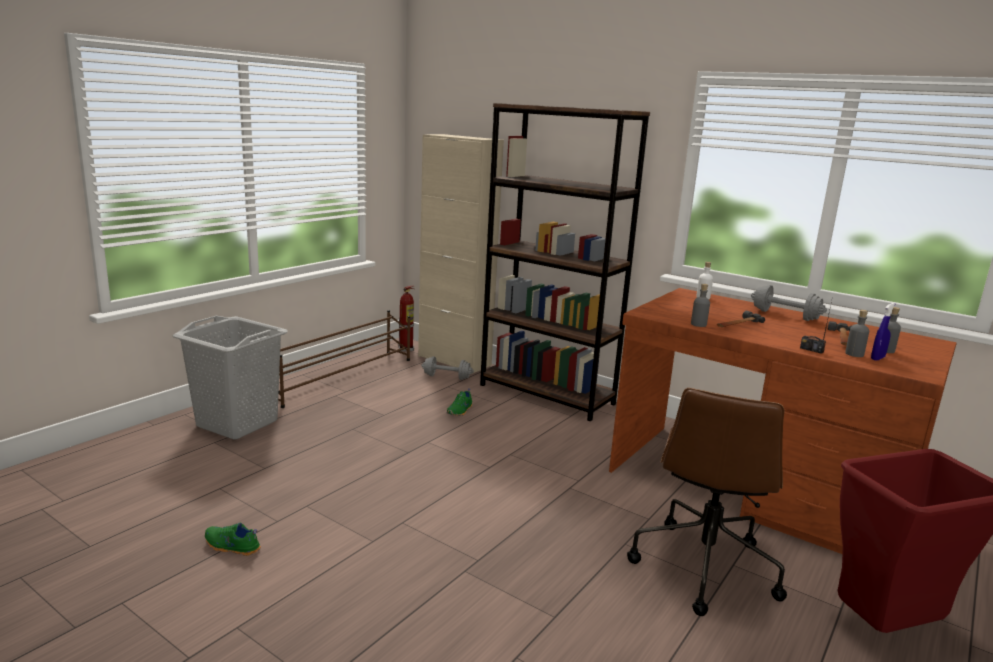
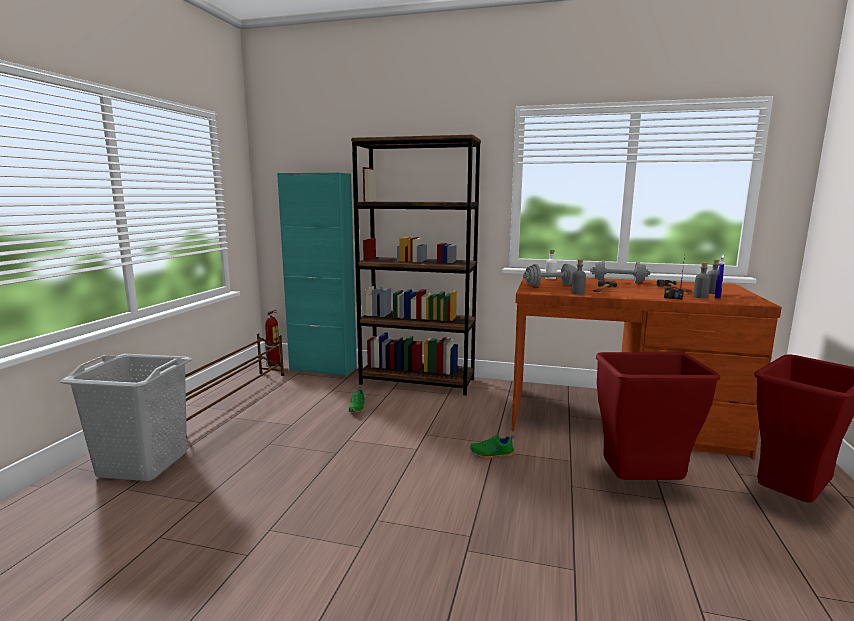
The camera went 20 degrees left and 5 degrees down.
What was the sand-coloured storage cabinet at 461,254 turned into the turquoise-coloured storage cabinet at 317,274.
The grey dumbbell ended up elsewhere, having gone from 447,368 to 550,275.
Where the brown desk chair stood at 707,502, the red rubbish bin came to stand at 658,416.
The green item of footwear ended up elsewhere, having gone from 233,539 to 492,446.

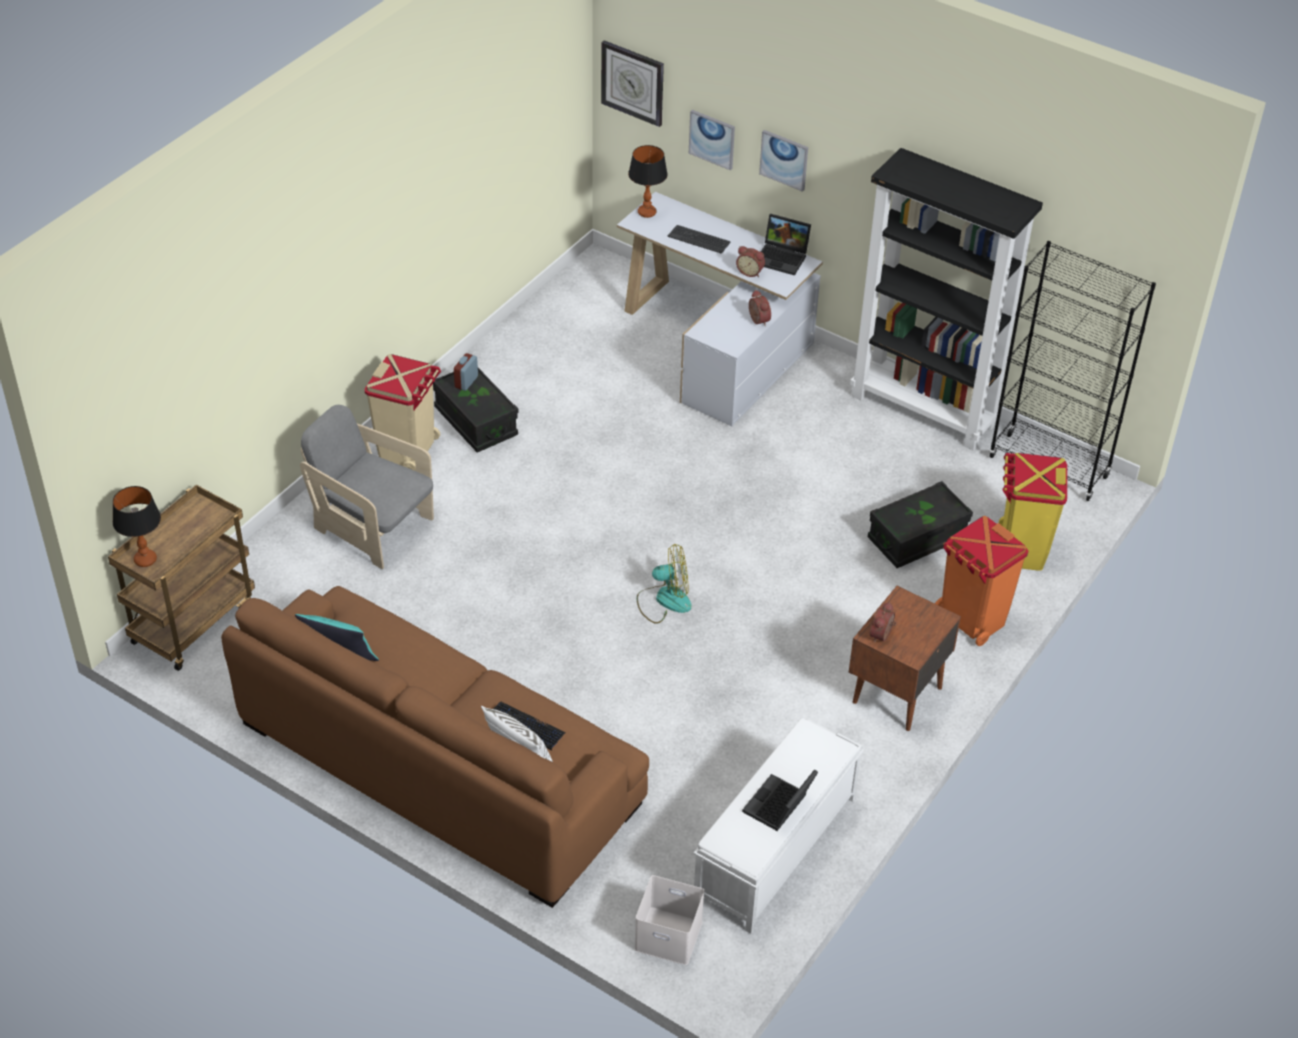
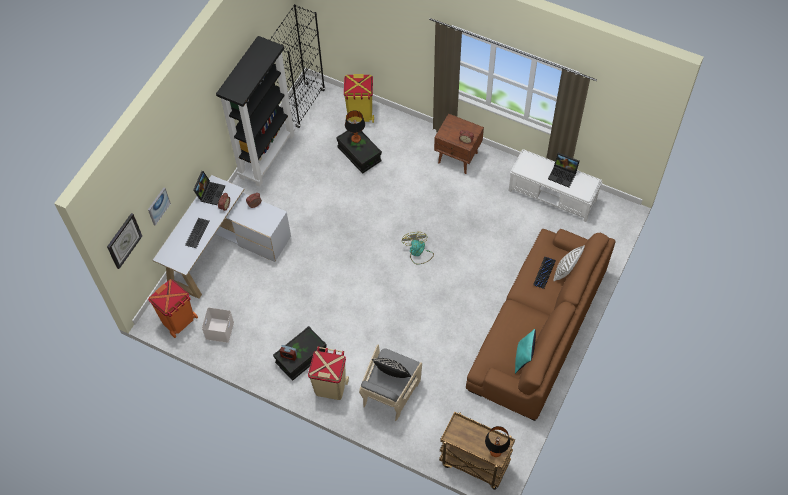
The camera went 95 degrees left and 15 degrees up.
The second view lost the picture at 783,161.
The lamp for a table ended up elsewhere, having gone from 648,181 to 355,126.
The orange-coloured rubbish bin ended up elsewhere, having gone from 981,581 to 173,308.
The white storage bin ended up elsewhere, having gone from 669,920 to 218,325.
The second view gained the blackish throw pillow at 391,368.

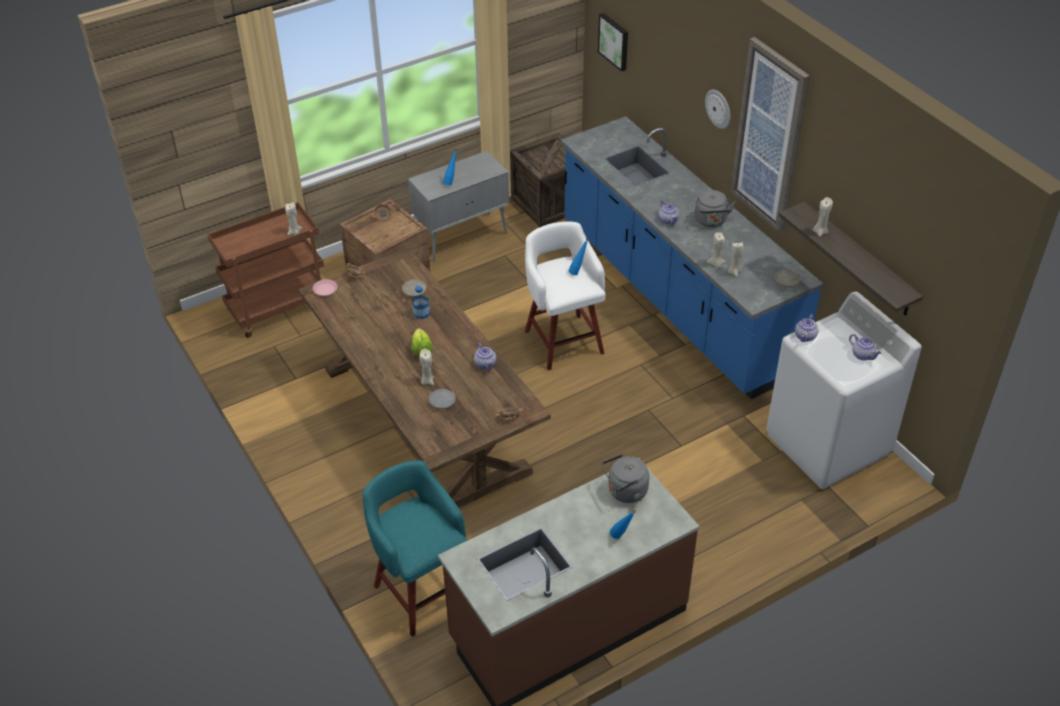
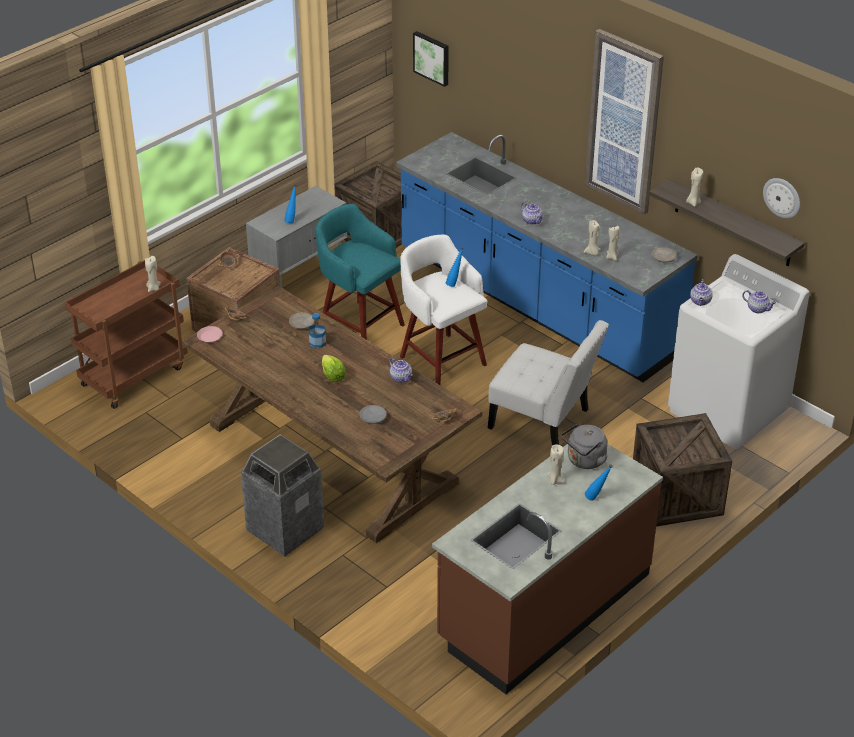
The camera went 15 degrees left and 5 degrees down.
The clock on the wall ended up elsewhere, having gone from 717,109 to 781,198.
The second view lost the grey water kettle at 715,208.
The sand-coloured wax light ended up elsewhere, having gone from 426,367 to 556,464.
The turquoise-coloured stool ended up elsewhere, having gone from 415,548 to 360,272.
The second view gained the white plain chair at 548,383.
The second view gained the packing crate at 682,469.
The second view gained the rubbish bin at 282,495.

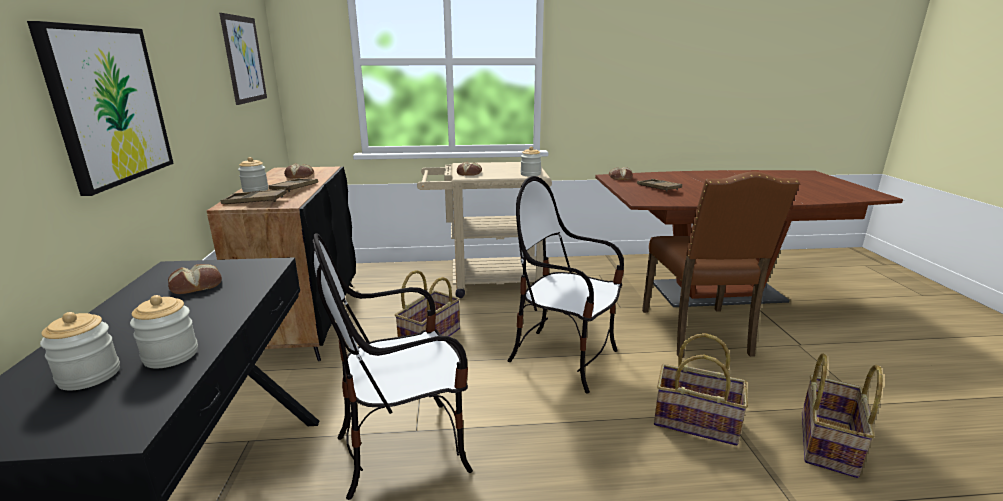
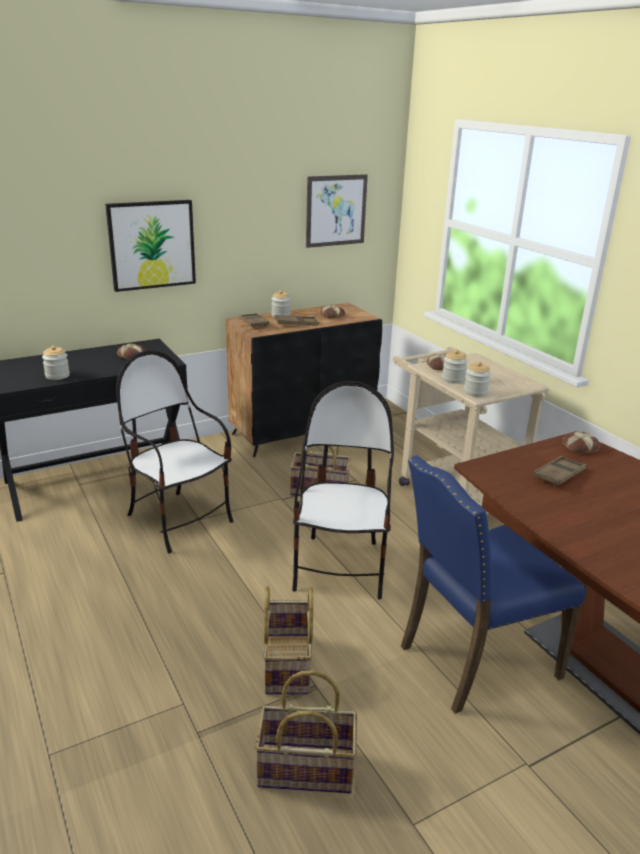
The camera went 65 degrees right and 5 degrees up.
What was the brown plain chair at 721,264 turned into the blue plain chair at 493,584.
The jar ended up elsewhere, having gone from 80,351 to 455,367.

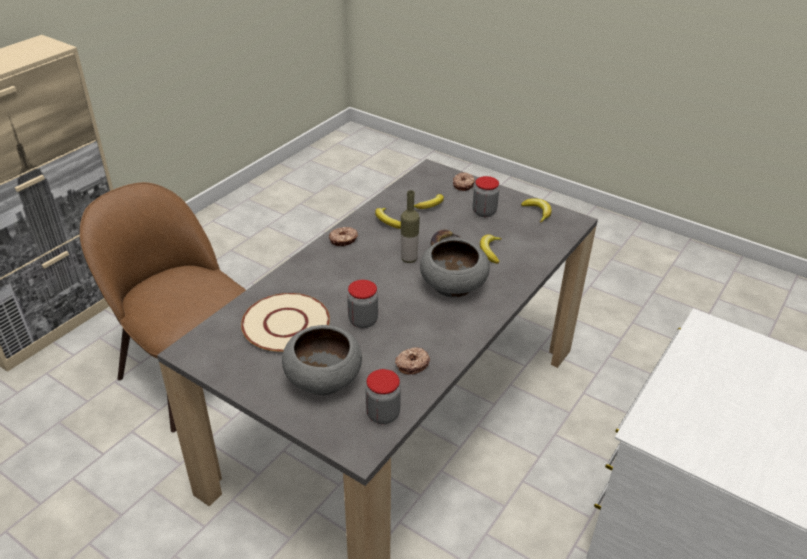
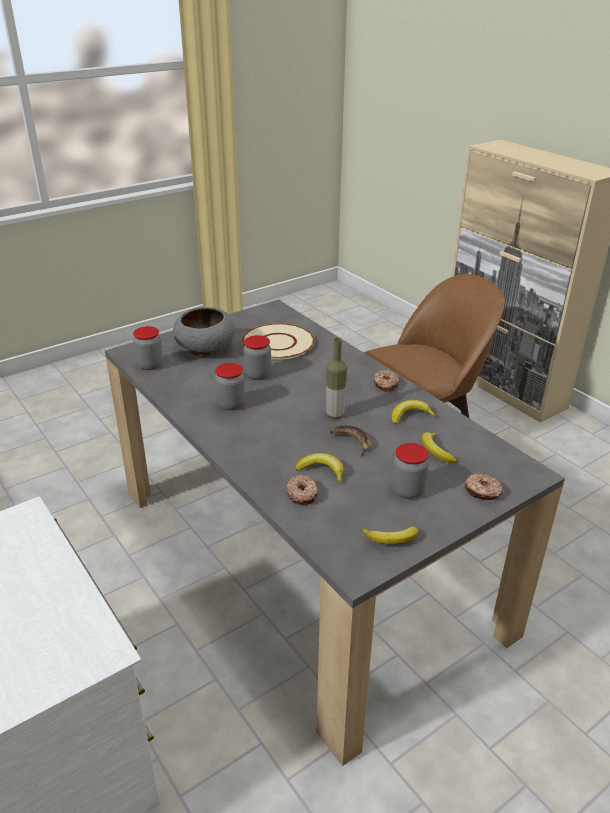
The camera went 110 degrees right and 5 degrees down.
The second view lost the grey deep dish at 455,268.
The donut ended up elsewhere, having gone from 412,361 to 302,490.
The second view gained the jar at 230,386.

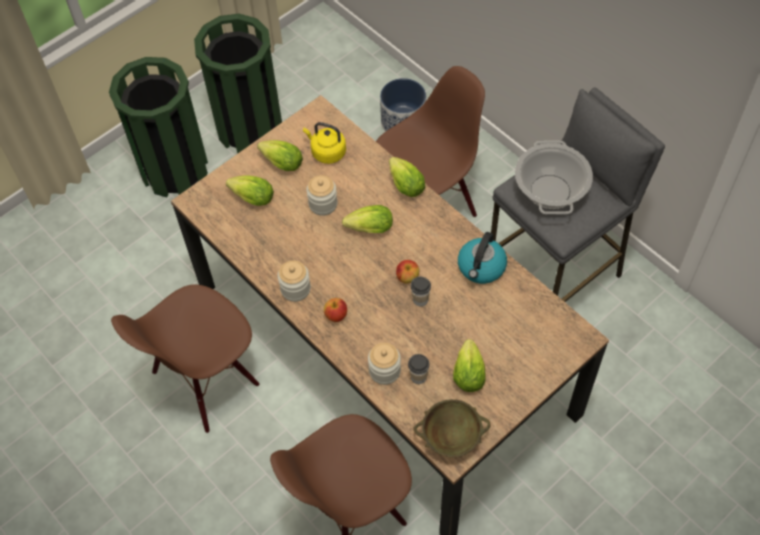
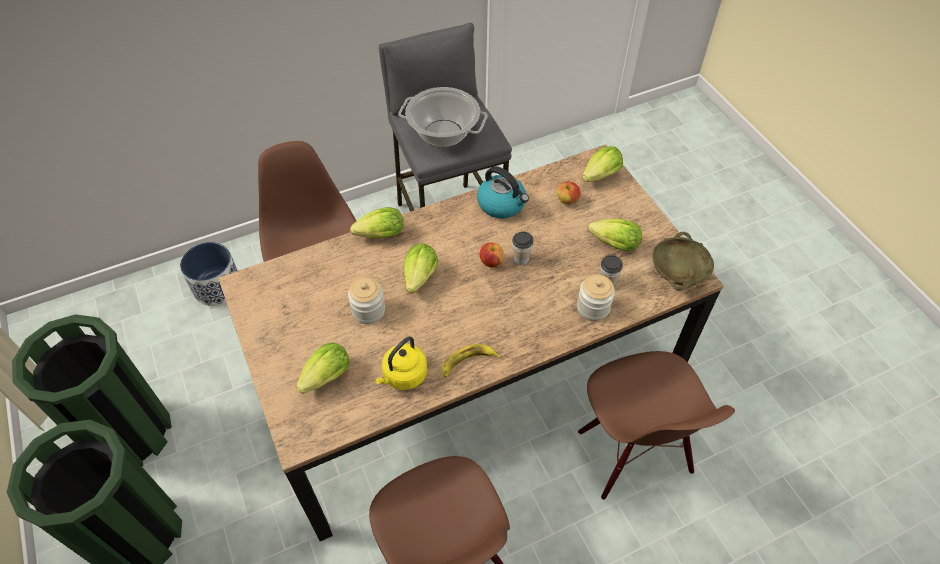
The camera went 75 degrees left and 5 degrees down.
The yellowish water kettle ended up elsewhere, having gone from 324,143 to 401,363.
The lettuce head ended up elsewhere, having gone from 280,155 to 602,164.
Where the jar stood at 294,281, the banana came to stand at 471,360.
The apple fruit ended up elsewhere, having gone from 335,310 to 568,193.

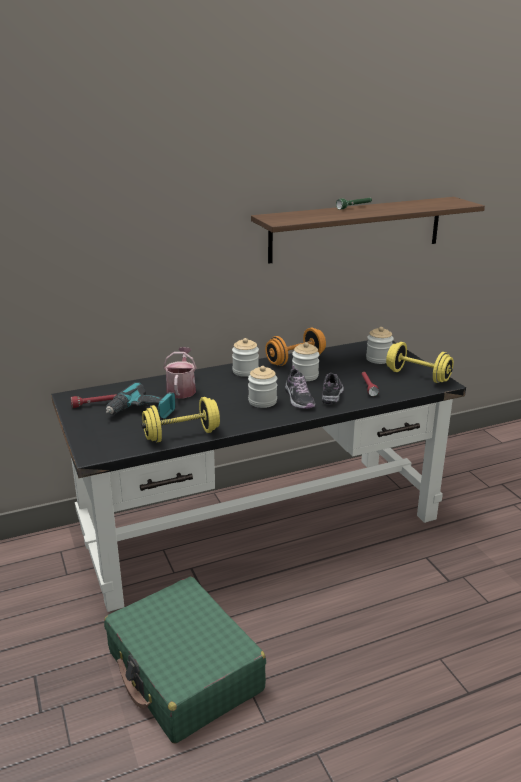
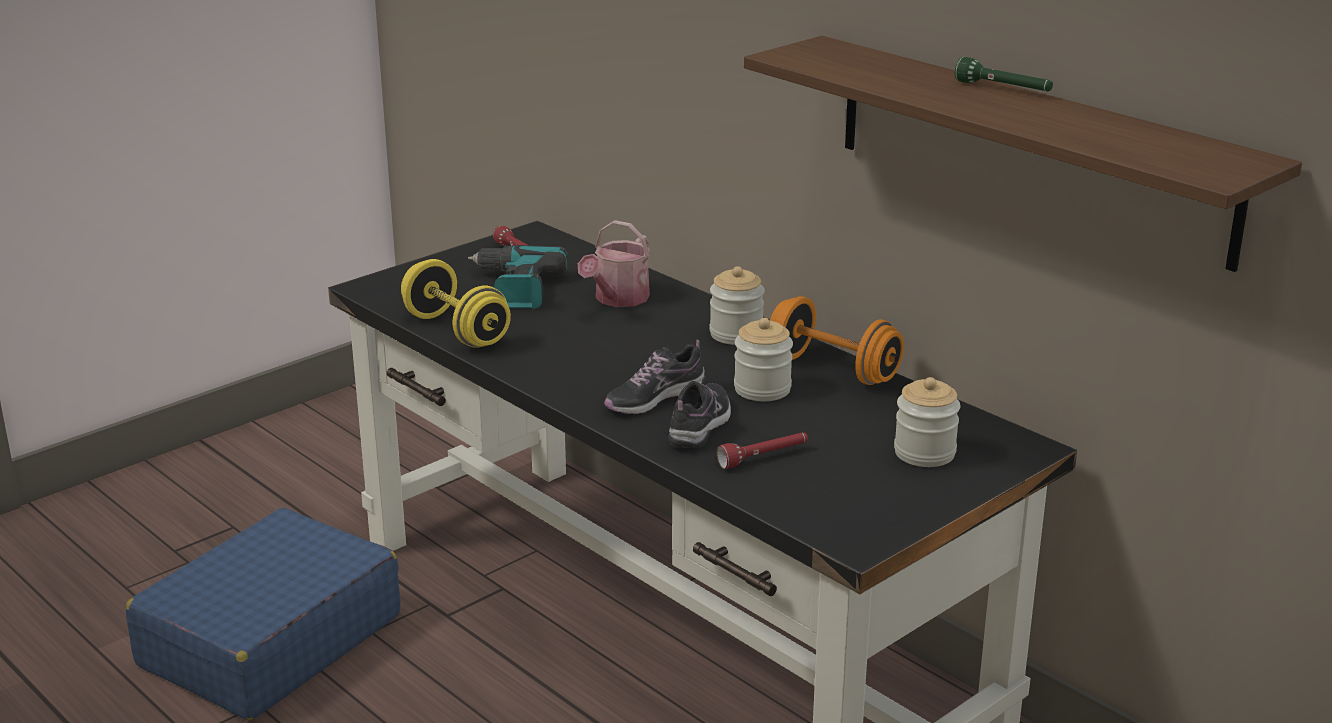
The camera went 70 degrees right and 0 degrees up.
The second view lost the yellowish dumbbell at 420,362.
The watering pot at 180,373 ended up facing another way, 135 degrees clockwise from before.
The second view lost the jar at 262,387.
The item of footwear at 333,388 ended up facing another way, 60 degrees counterclockwise from before.
What was the green piece of luggage at 185,660 turned into the blue piece of luggage at 263,614.

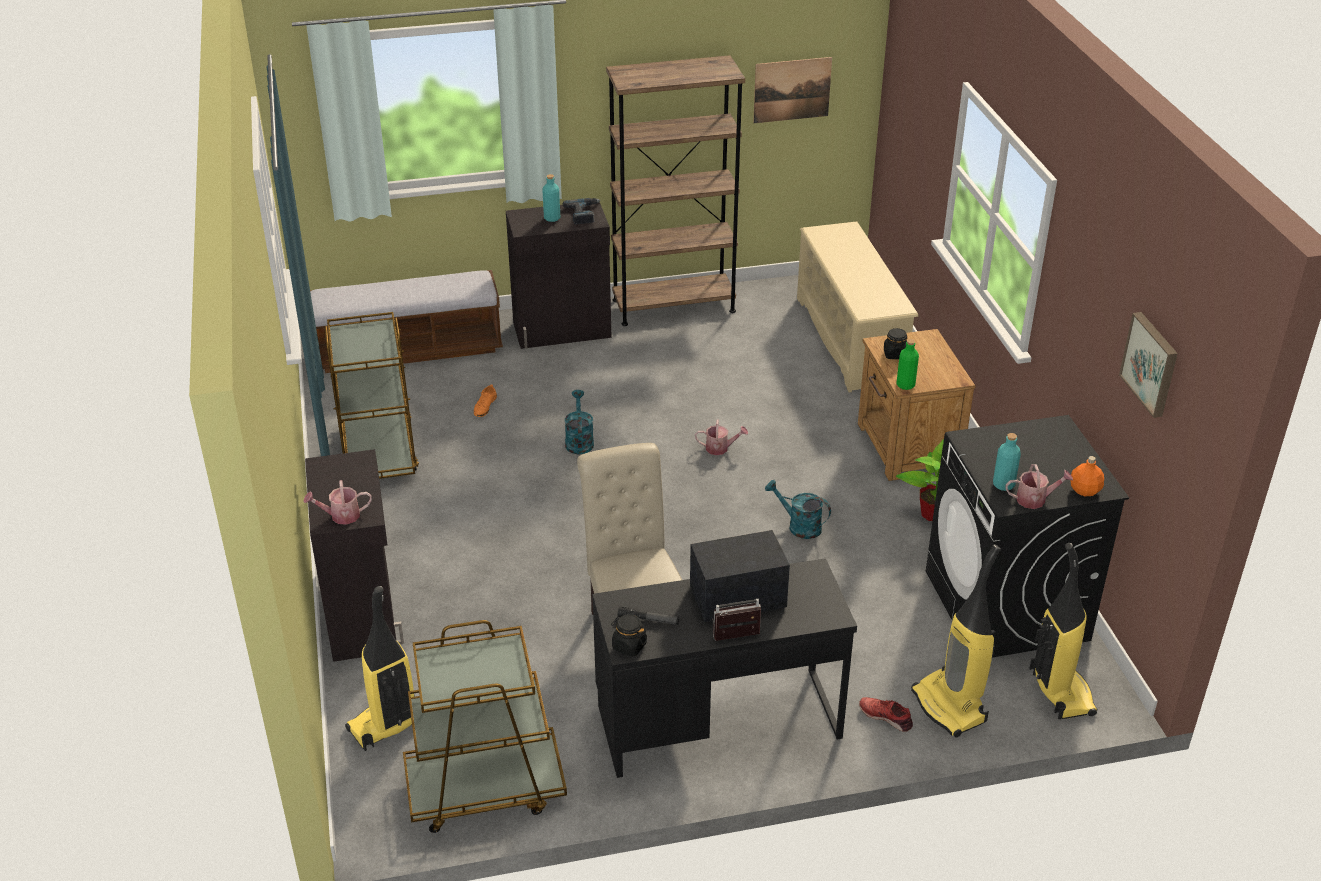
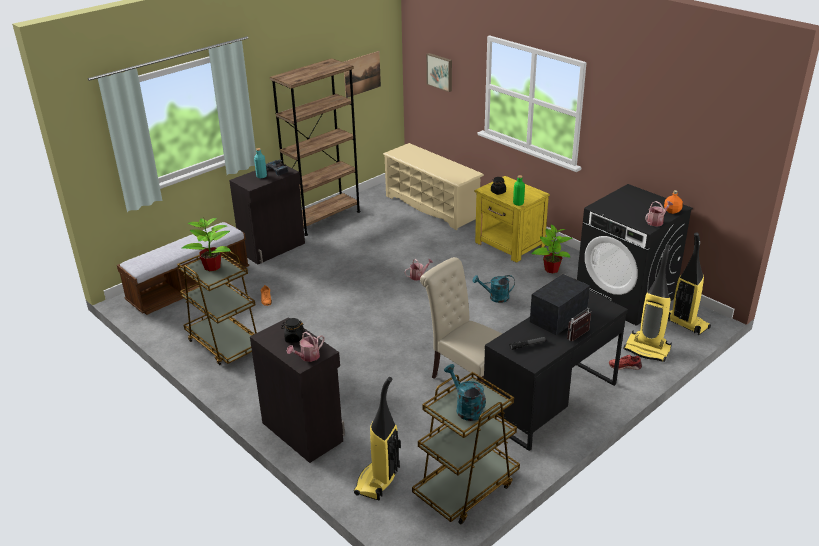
The camera went 30 degrees left and 5 degrees down.
The picture ended up elsewhere, having gone from 1148,365 to 439,72.
What was the brown night table at 916,405 turned into the yellowish night table at 512,219.
The turquoise-coloured watering pot ended up elsewhere, having gone from 579,422 to 465,392.
The second view lost the turquoise-coloured bottle at 1007,462.
The blackish jar ended up elsewhere, having gone from 629,635 to 293,330.
The second view gained the potted plant at 206,244.

